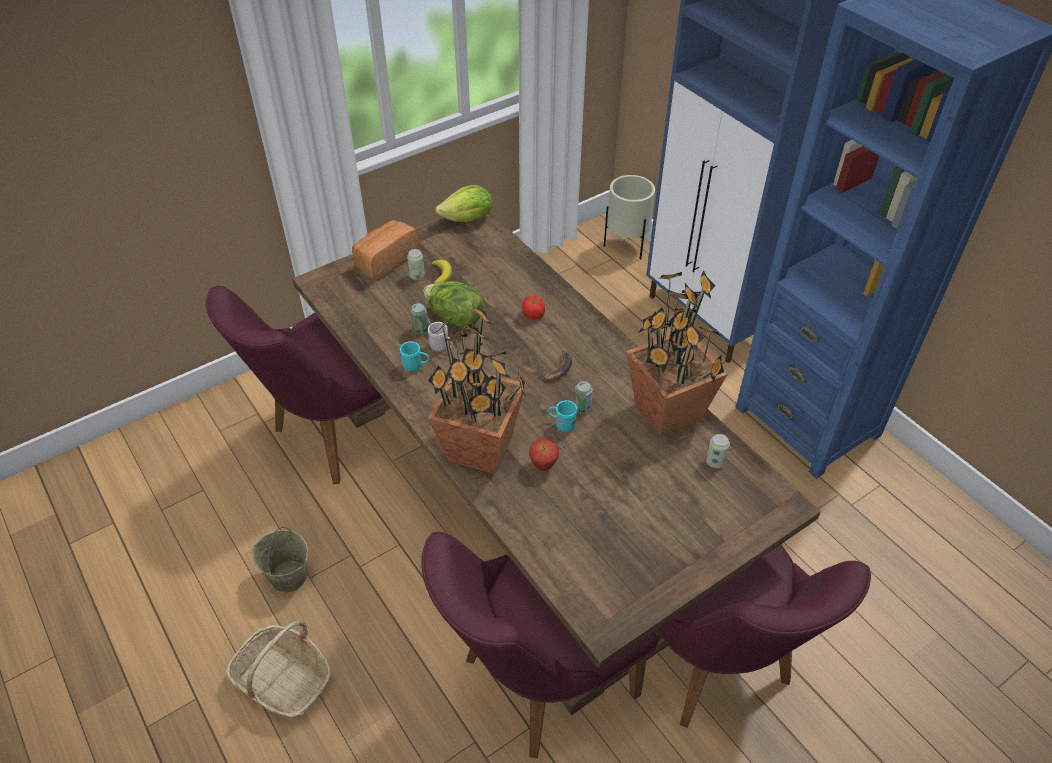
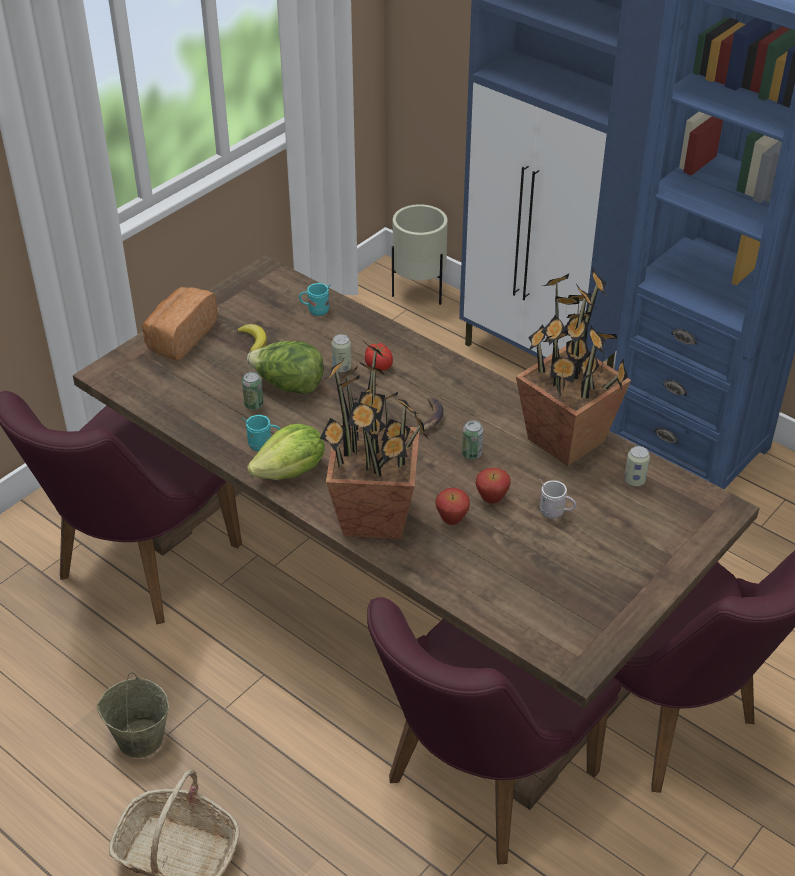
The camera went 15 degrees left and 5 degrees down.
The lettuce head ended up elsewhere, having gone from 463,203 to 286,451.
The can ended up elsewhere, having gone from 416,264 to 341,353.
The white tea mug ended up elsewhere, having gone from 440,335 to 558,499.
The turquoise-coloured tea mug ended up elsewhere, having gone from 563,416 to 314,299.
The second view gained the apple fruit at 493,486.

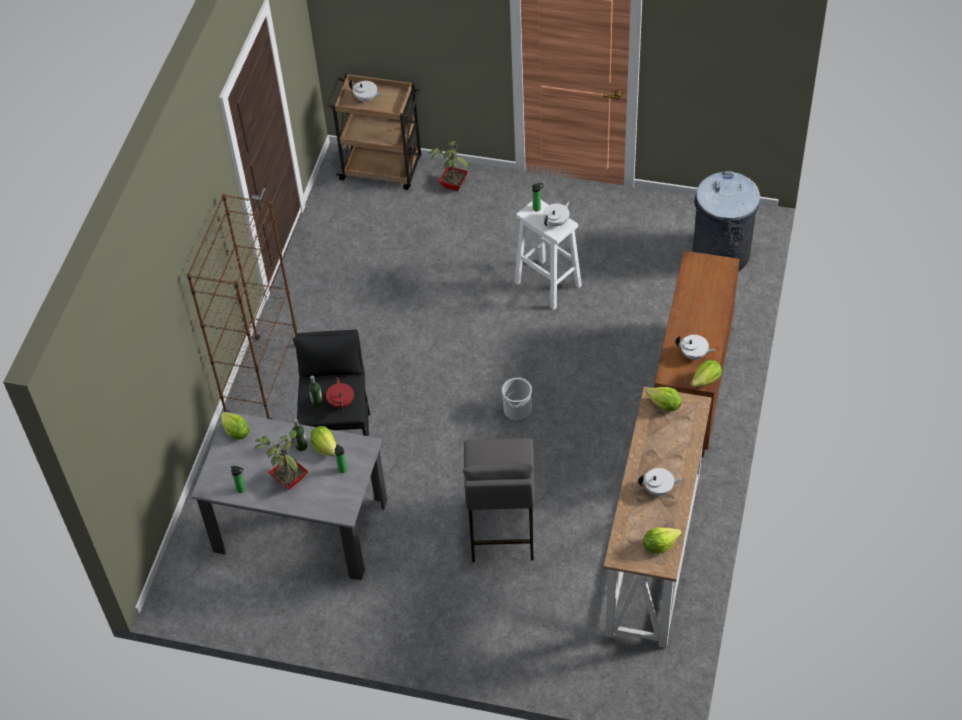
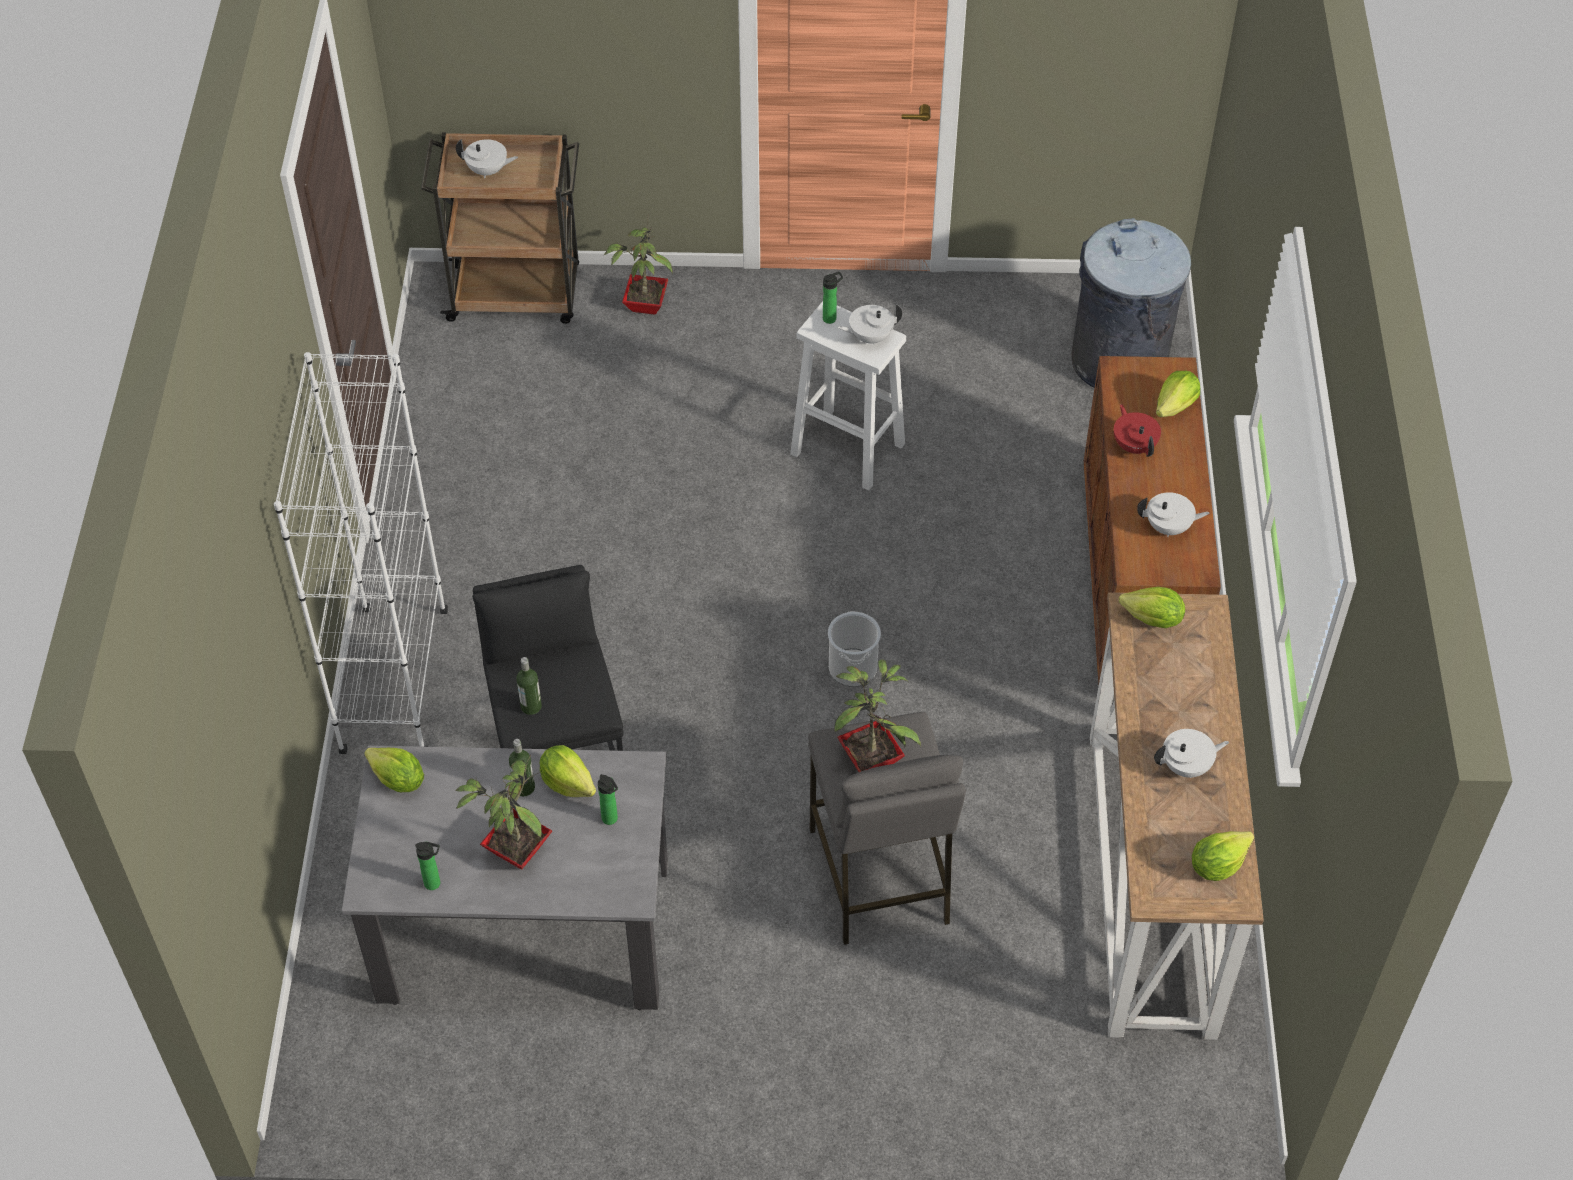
The camera went 15 degrees left and 0 degrees up.
What was the brown shelving unit at 242,306 turned into the white shelving unit at 361,553.
The white tea pot at 556,213 ended up facing another way, 135 degrees counterclockwise from before.
The lettuce head ended up elsewhere, having gone from 706,373 to 1178,394.
The red tea pot ended up elsewhere, having gone from 340,394 to 1137,430.
The second view gained the potted plant at 877,715.

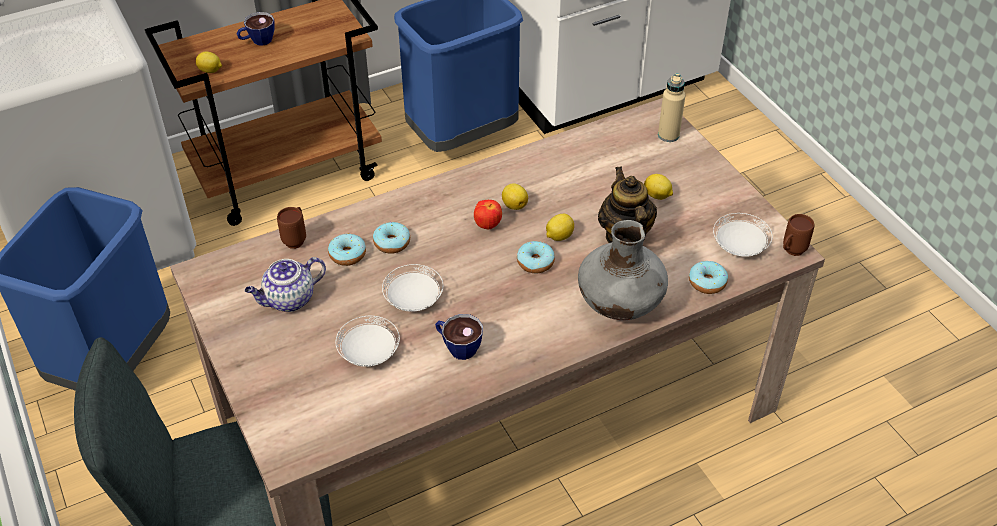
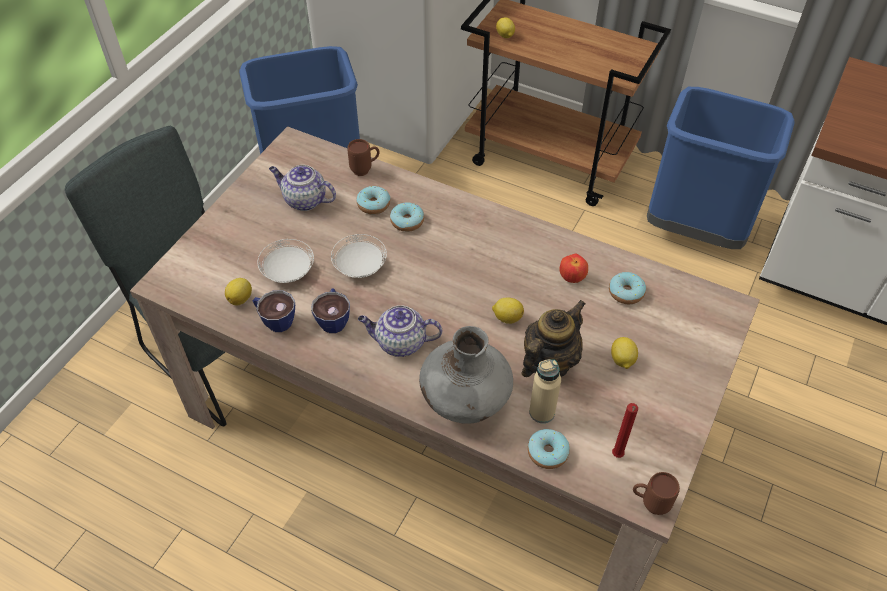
The camera went 55 degrees right and 5 degrees up.
The cup ended up elsewhere, having gone from 256,29 to 274,311.
The sand-coloured bottle ended up elsewhere, having gone from 672,108 to 545,391.
The lemon ended up elsewhere, having gone from 515,196 to 238,291.
The apple fruit ended up elsewhere, having gone from 488,215 to 574,268.
Where the white flat dish stood at 743,235, the red wax light came to stand at 625,430.
The donut ended up elsewhere, having gone from 536,257 to 627,288.
The second view gained the tea pot at 400,331.

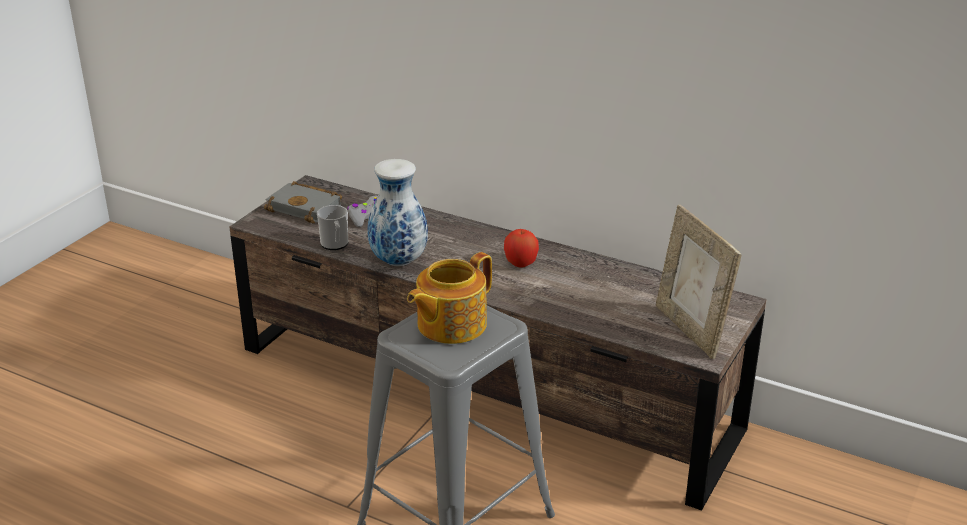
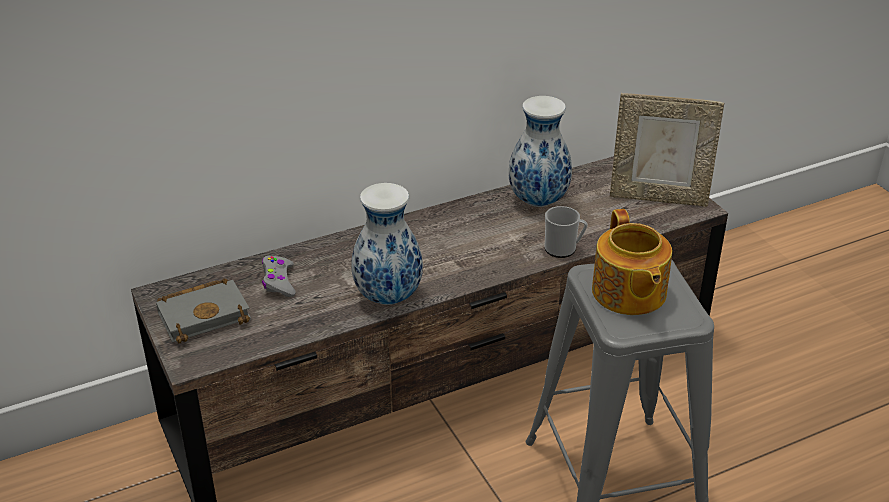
The camera went 55 degrees left and 5 degrees up.
The tea mug ended up elsewhere, having gone from 332,227 to 566,232.
The second view lost the apple fruit at 521,248.
The second view gained the decorative vase at 540,151.

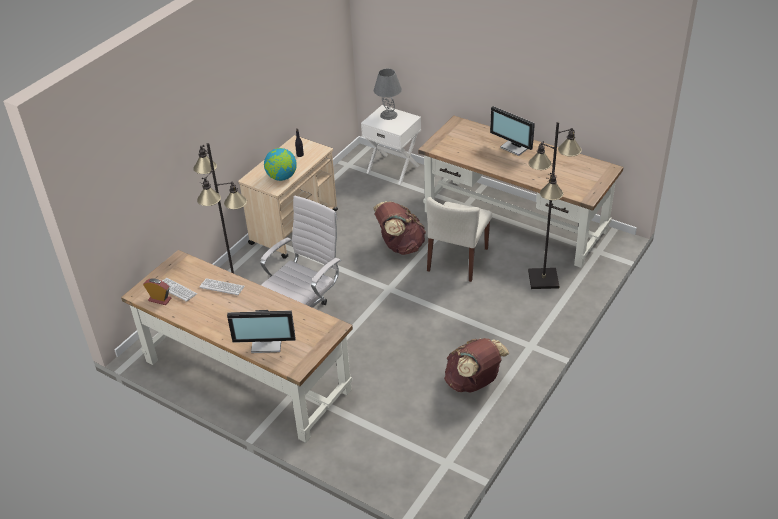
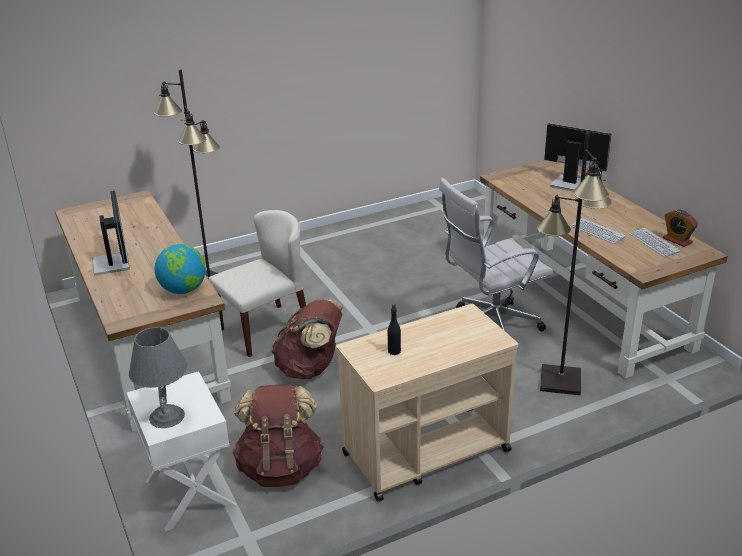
The camera went 150 degrees left and 10 degrees down.
The globe ended up elsewhere, having gone from 280,164 to 180,269.
The brown knapsack ended up elsewhere, having gone from 476,365 to 278,435.

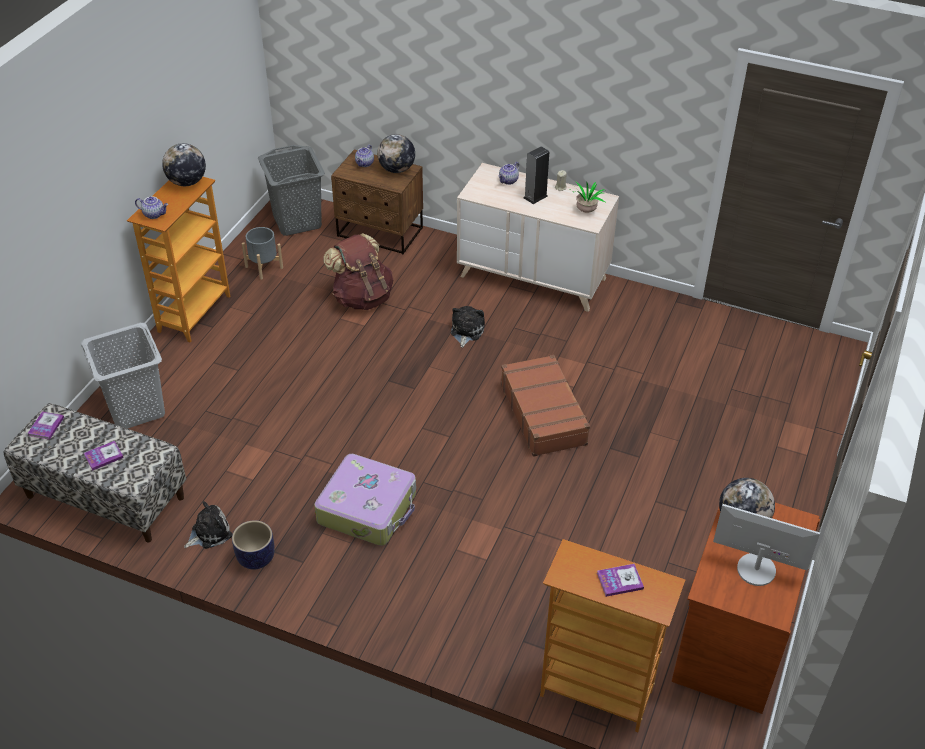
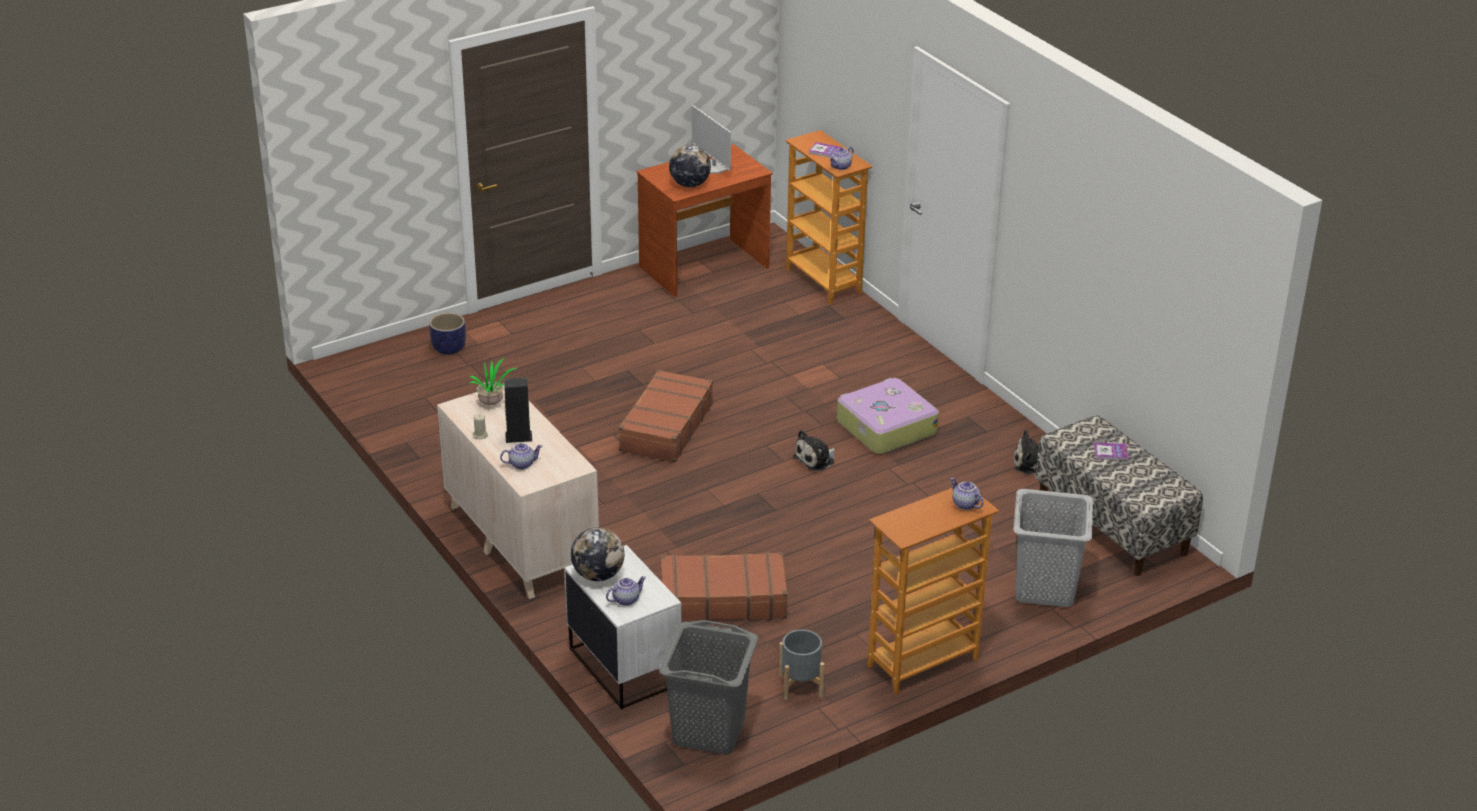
The camera went 145 degrees left and 10 degrees down.
The second view lost the globe at 184,164.
What was the brown night table at 377,202 turned into the white night table at 622,627.
Where the brown knapsack stood at 358,271, the brown piece of luggage came to stand at 724,586.
The cuddly toy ended up elsewhere, having gone from 468,327 to 814,450.
The second view lost the bound book at 45,425.
The planter ended up elsewhere, having gone from 253,545 to 447,334.
The second view gained the tea pot at 841,158.

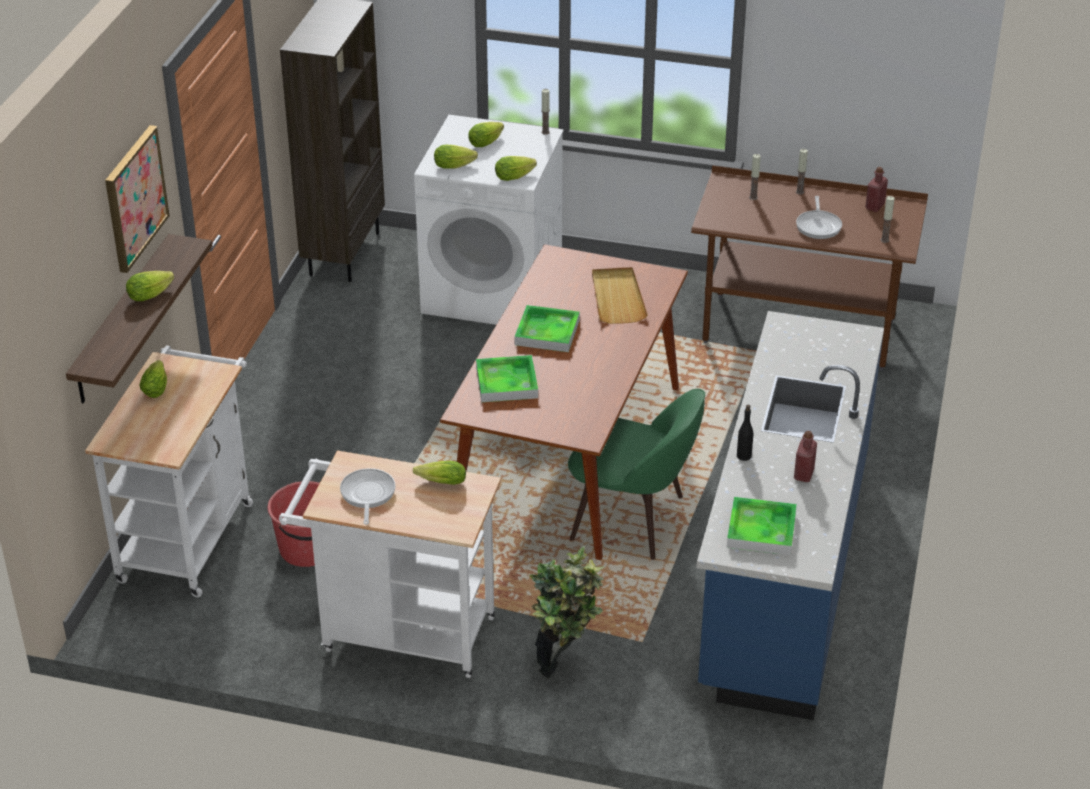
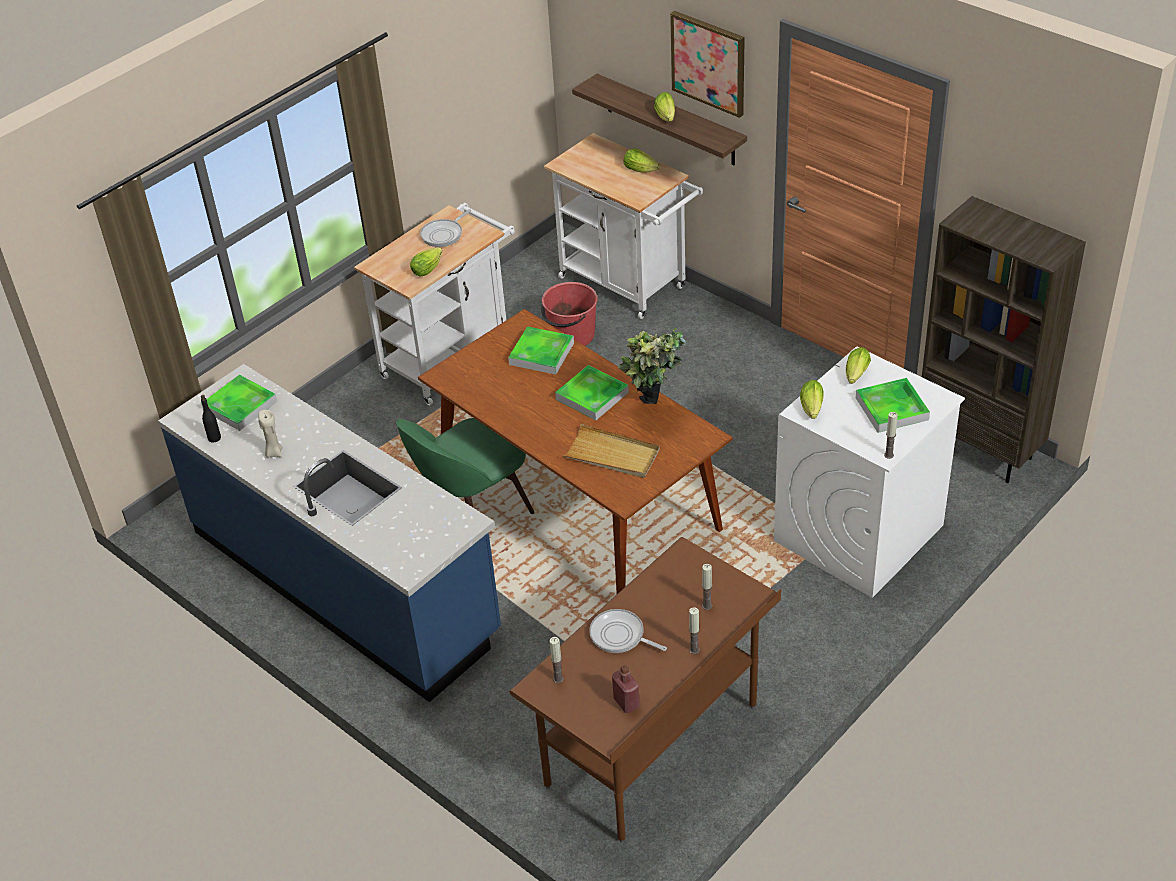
The camera went 120 degrees right and 5 degrees up.
Where the lettuce head stood at 486,134, the carrying tray came to stand at 893,405.
The blackish bottle ended up elsewhere, having gone from 745,433 to 211,419.
Where the red bottle stood at 805,456, the sand-coloured wax light came to stand at 270,434.
The pan at 368,496 ended up facing another way, 105 degrees clockwise from before.
The potted plant ended up elsewhere, having gone from 567,612 to 652,366.

